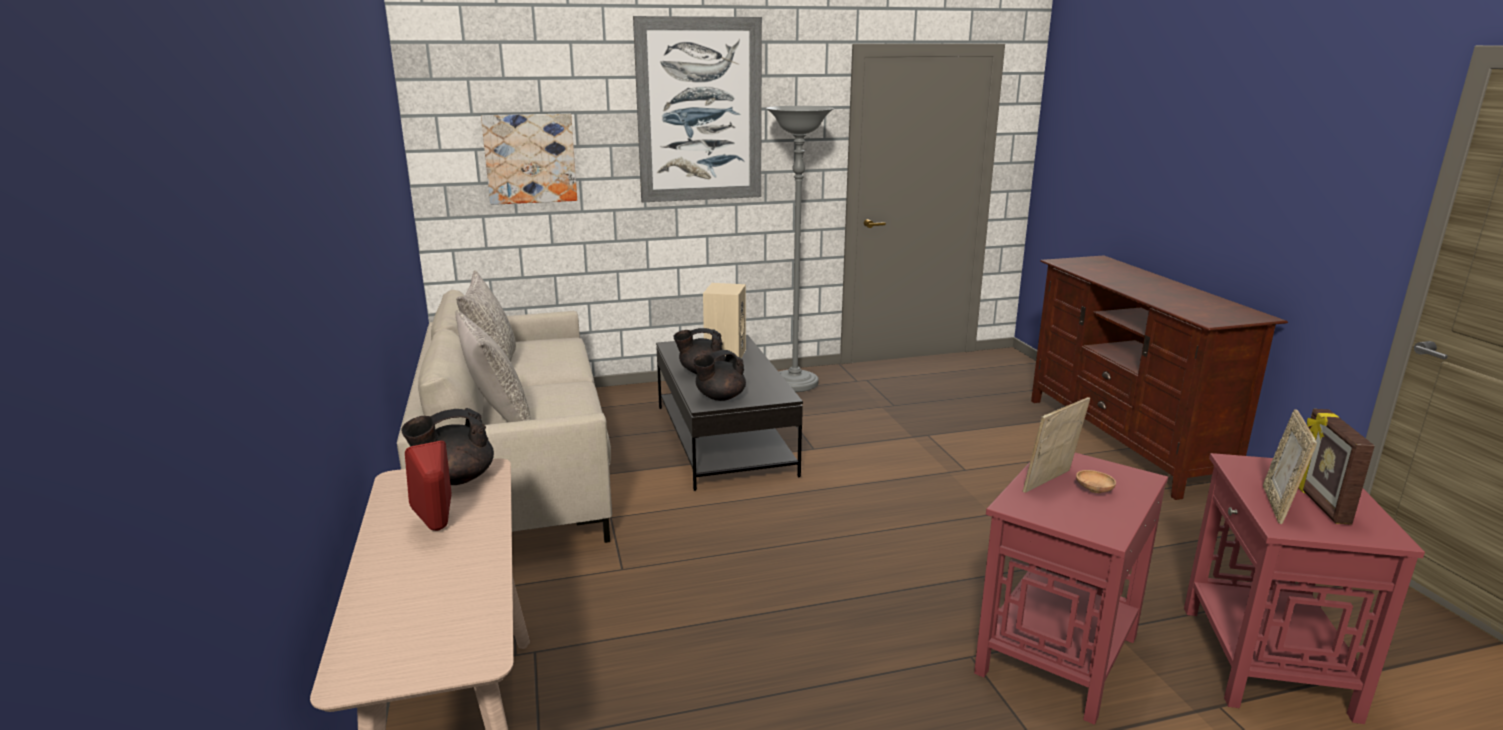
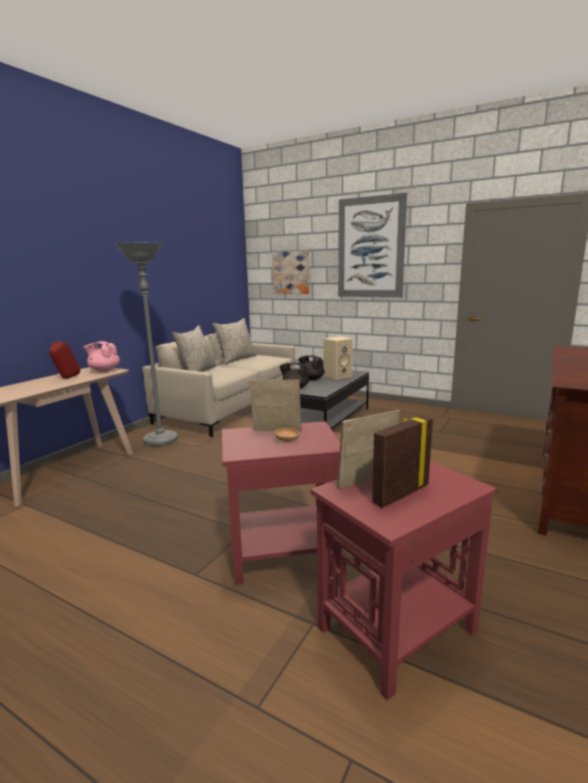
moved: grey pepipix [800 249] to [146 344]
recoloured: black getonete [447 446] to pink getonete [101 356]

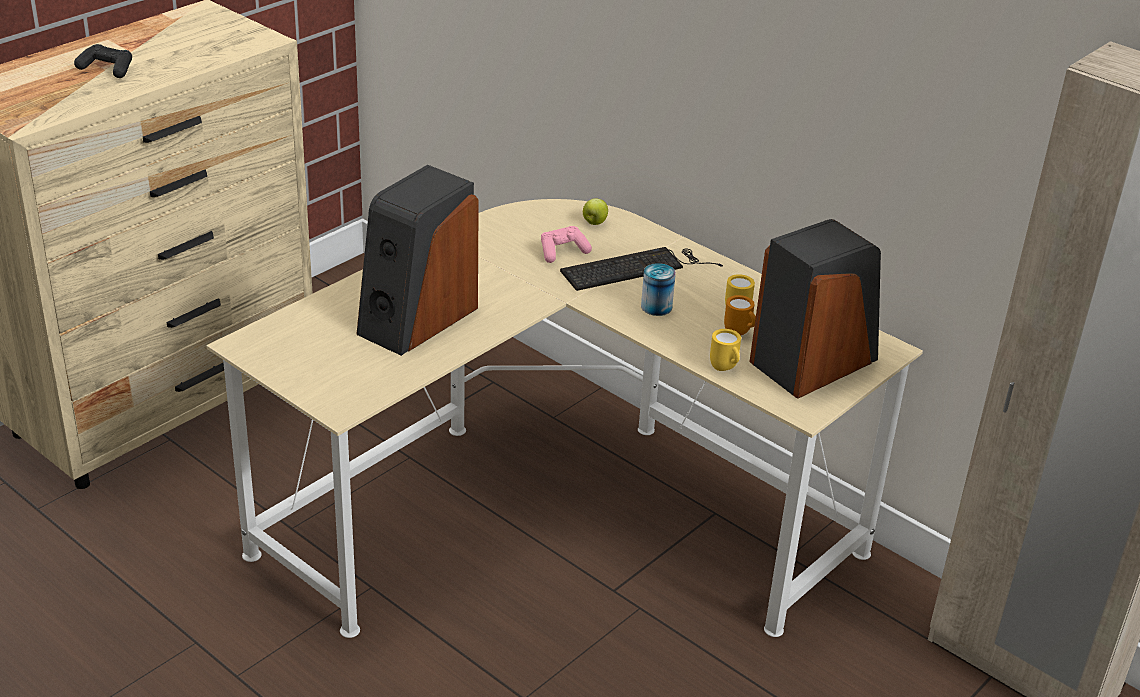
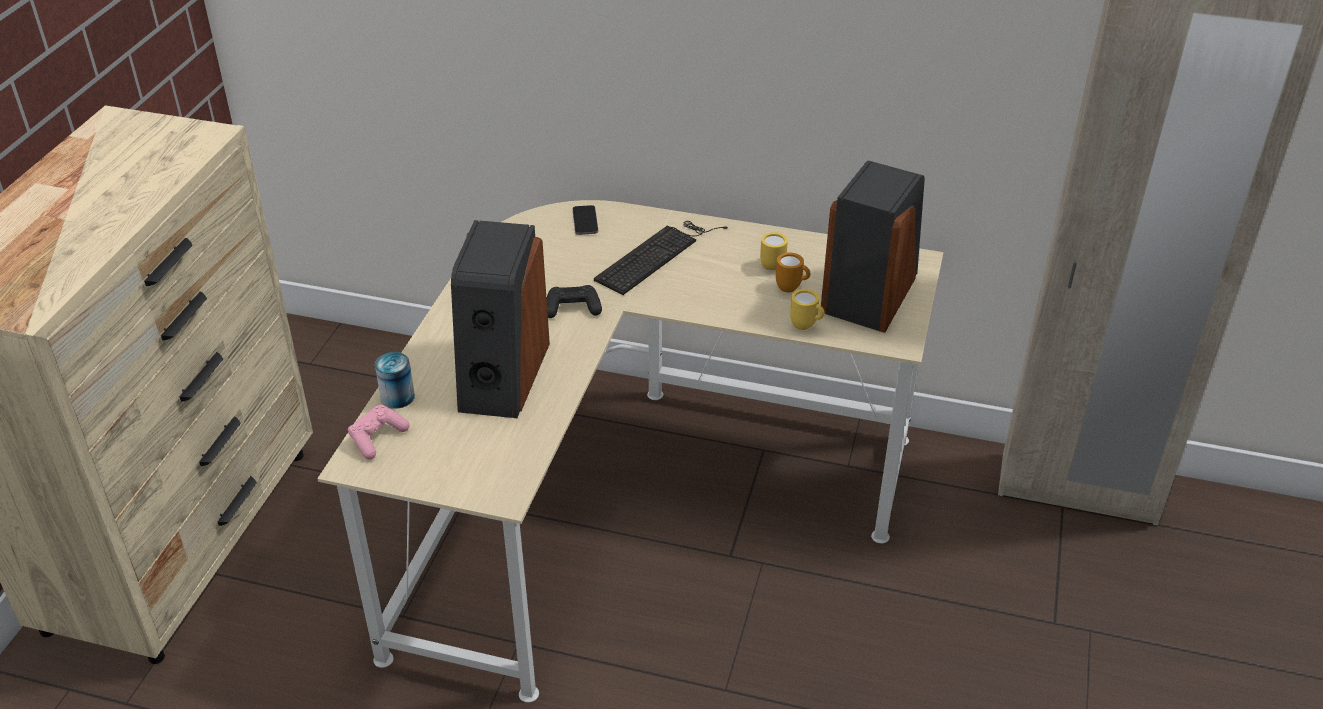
moved: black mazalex [103 61] to [574 301]; pink mazalex [566 244] to [378 432]; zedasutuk [658 289] to [395 380]
replaced: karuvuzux [595 211] to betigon [585 220]

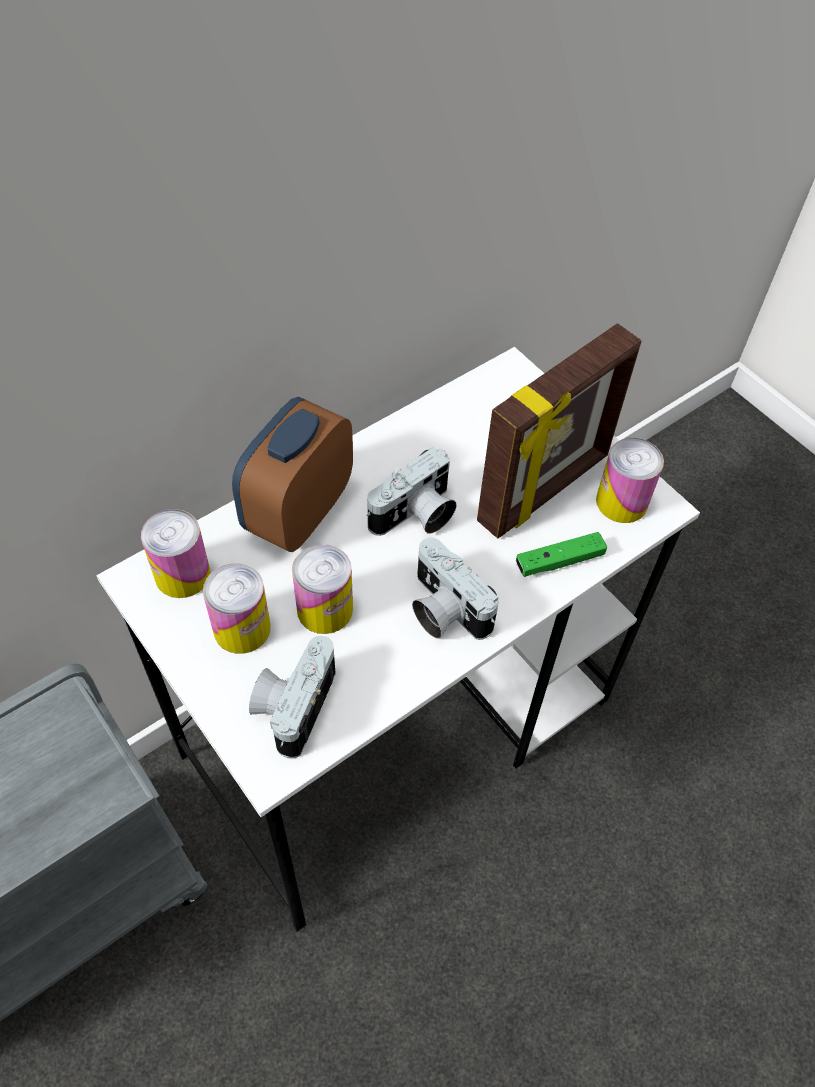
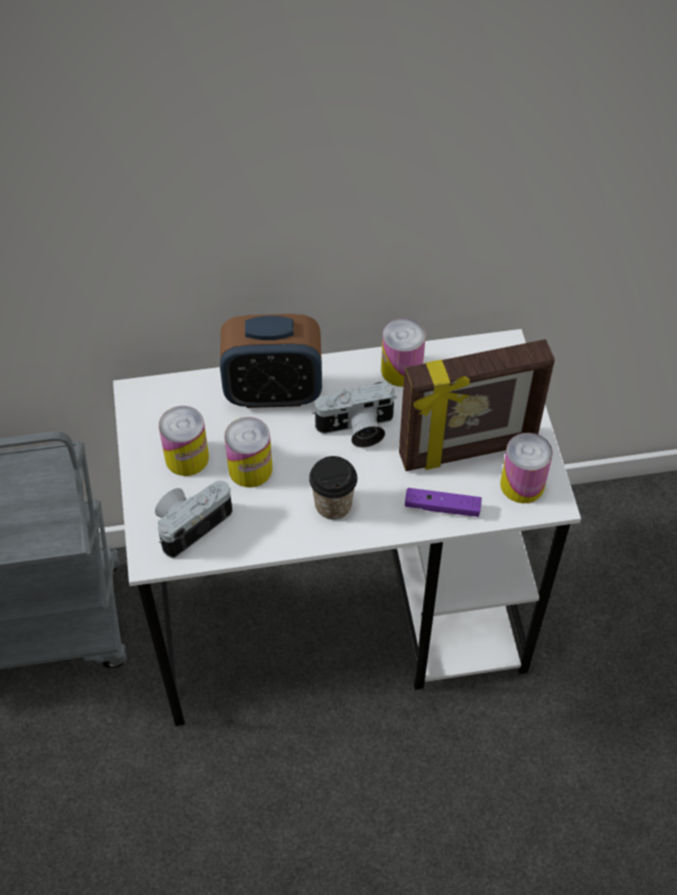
moved: zedasutuk [175 553] to [403 352]
replaced: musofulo [455 589] to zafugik [333 488]
recoloured: green mazalex [561 554] to purple mazalex [443 502]
turned: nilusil [292 474] = [271 361] 150 degrees counterclockwise

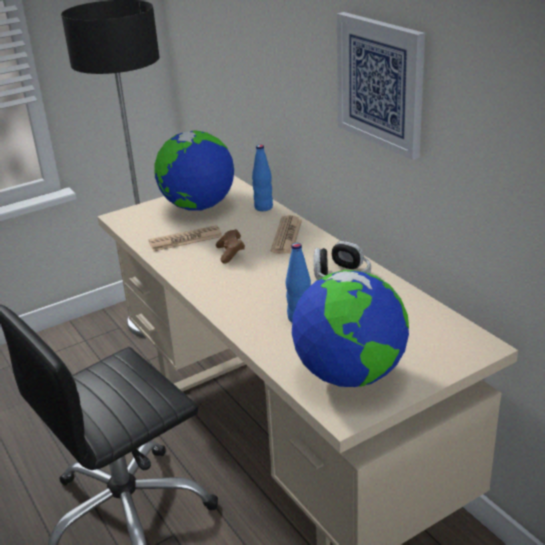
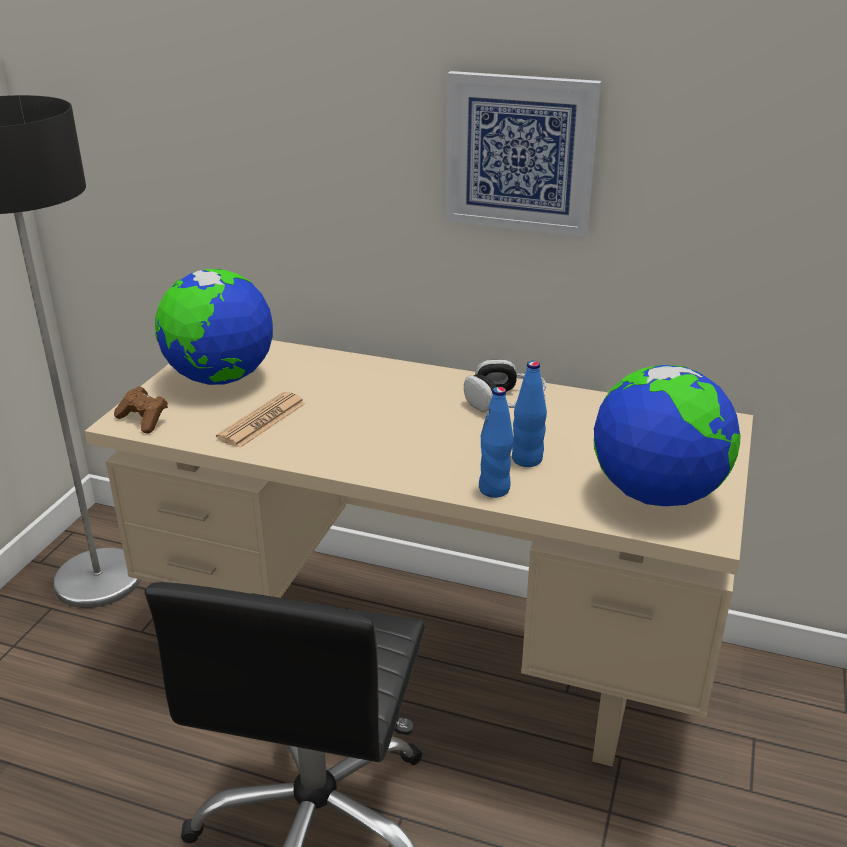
removed: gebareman [286 234]
moved: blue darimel [262 178] to [496 442]; brown mazalex [230 246] to [141 409]

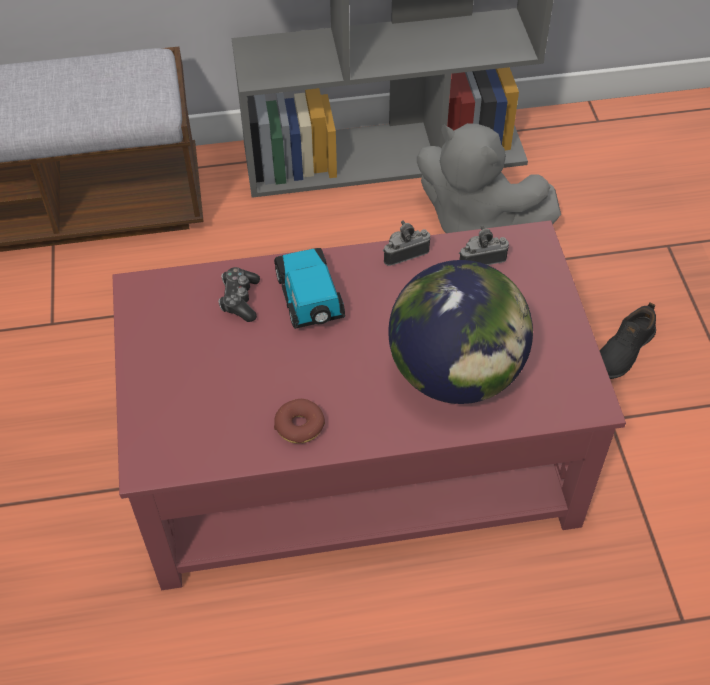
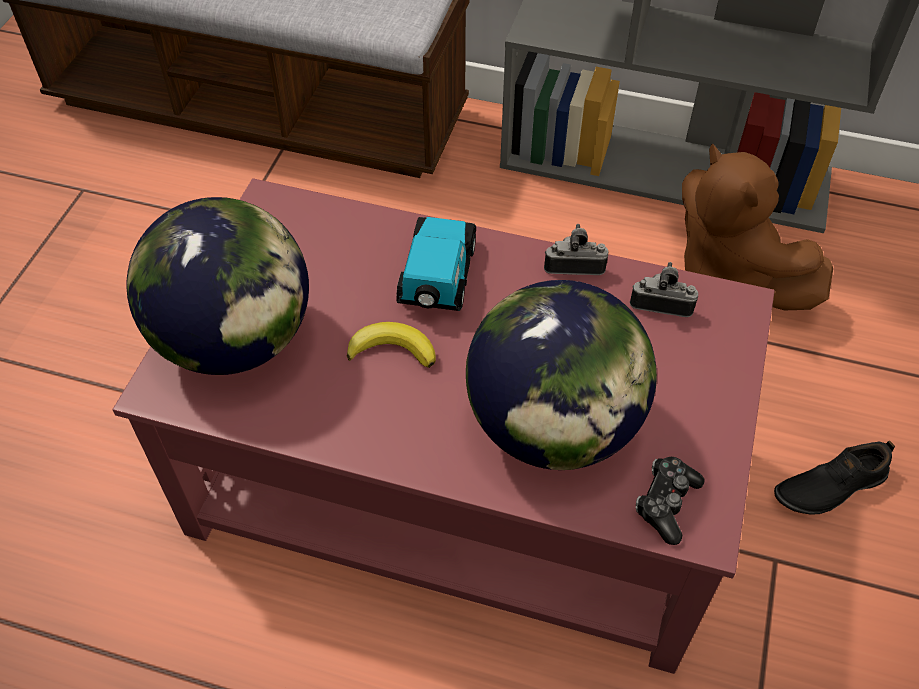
removed: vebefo [299 421]
added: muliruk [218 286]; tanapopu [391 345]
moved: mazalex [239 294] to [670 501]
recoloured: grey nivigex [489 178] to brown nivigex [757 226]

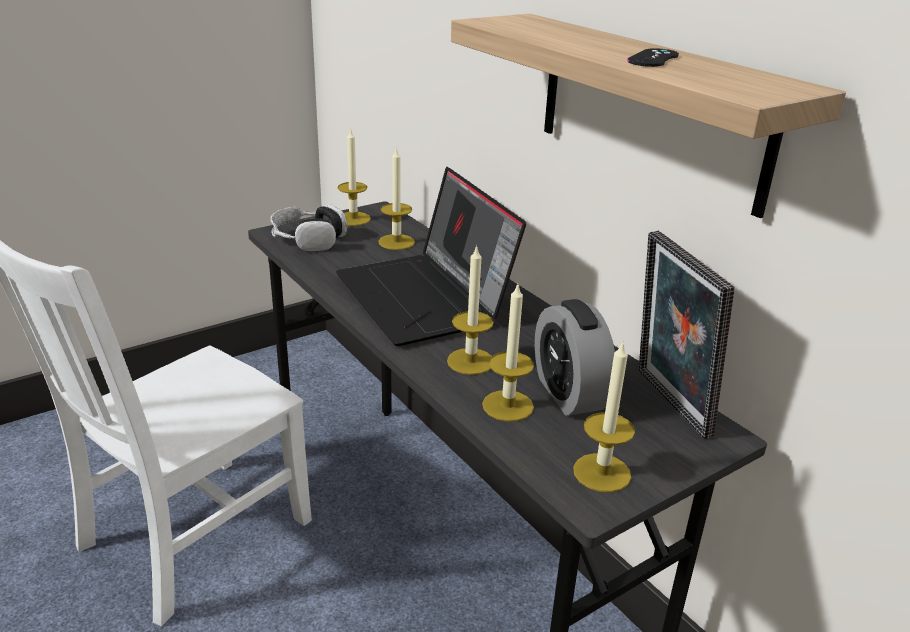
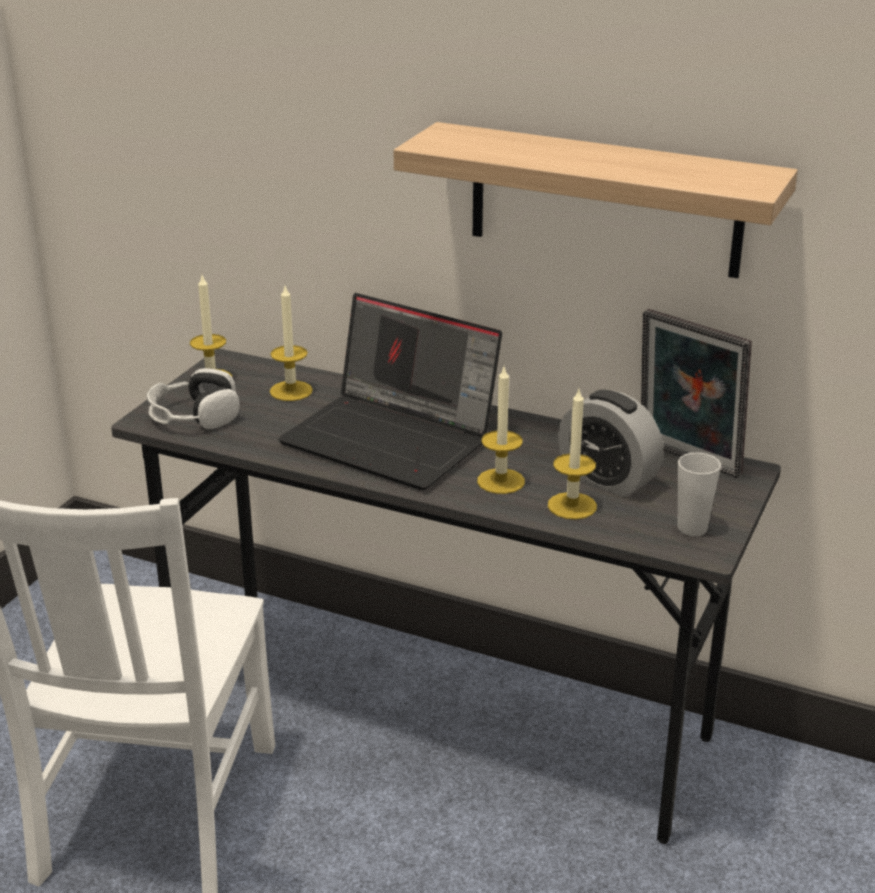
removed: black mazalex [653 57]
replaced: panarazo [604 417] to zafugik [699 494]

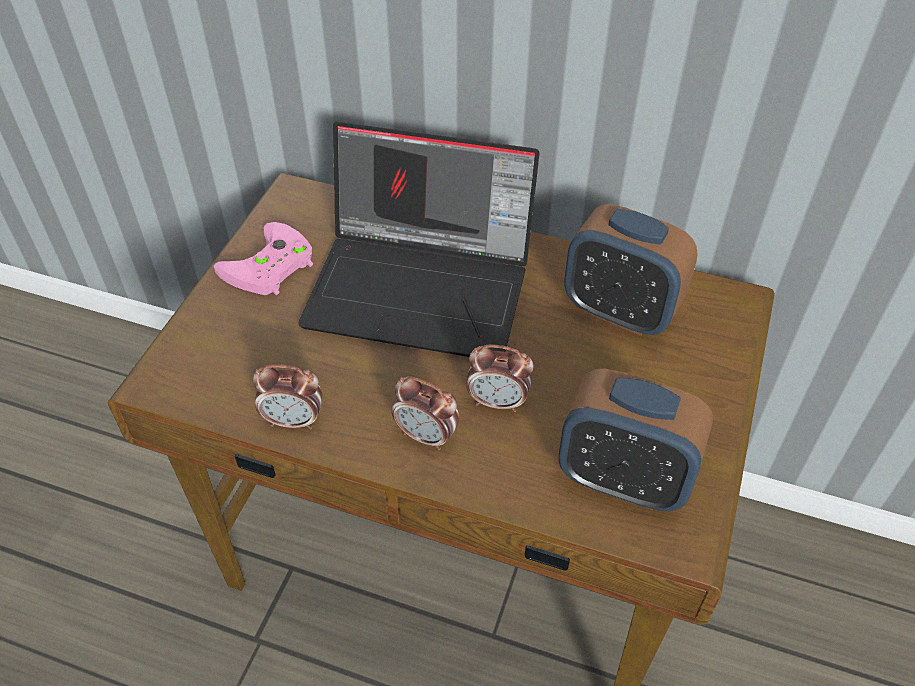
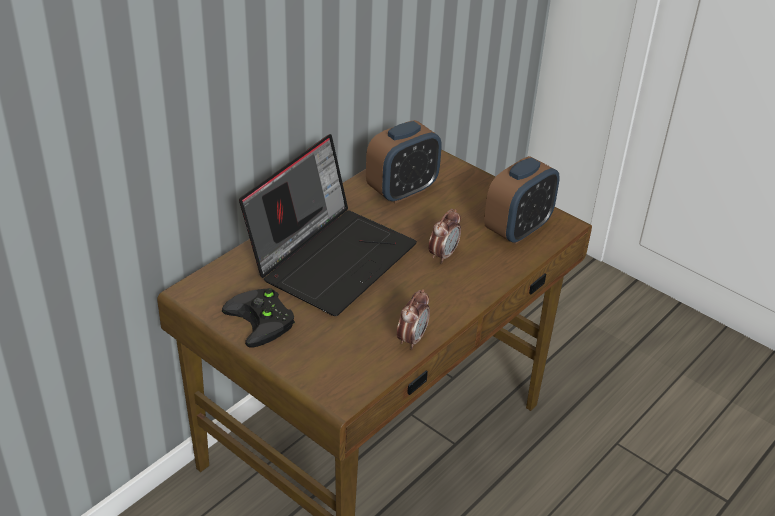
removed: nilusil [426 413]
recoloured: pink mazalex [263 258] to black mazalex [258 318]

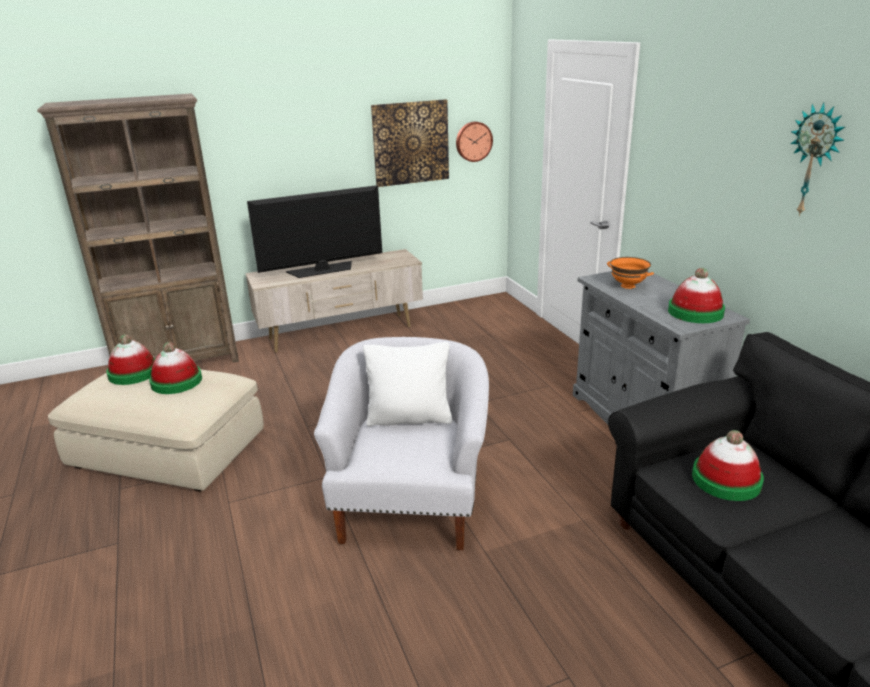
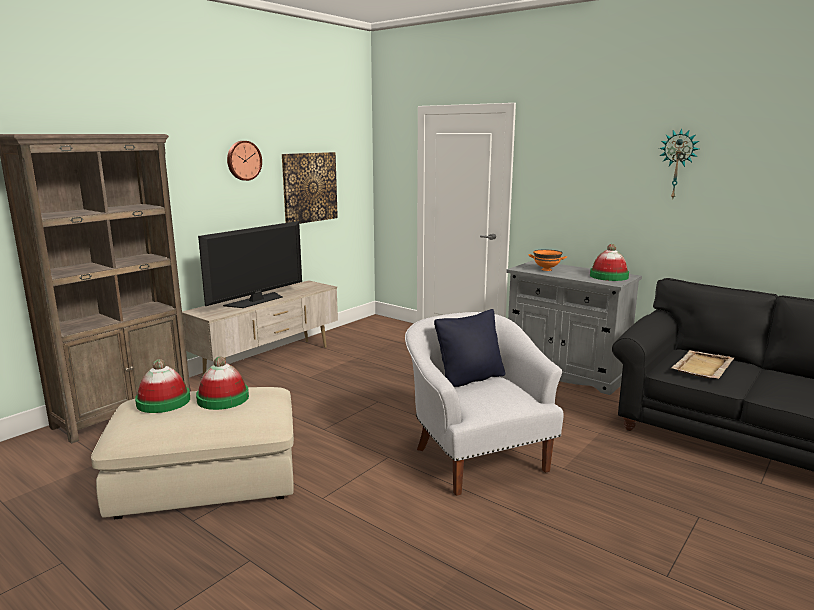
moved: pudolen [474 142] to [244 161]
replaced: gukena [728 465] to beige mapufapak [702 364]
recoloured: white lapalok [407 384] to black lapalok [469 348]

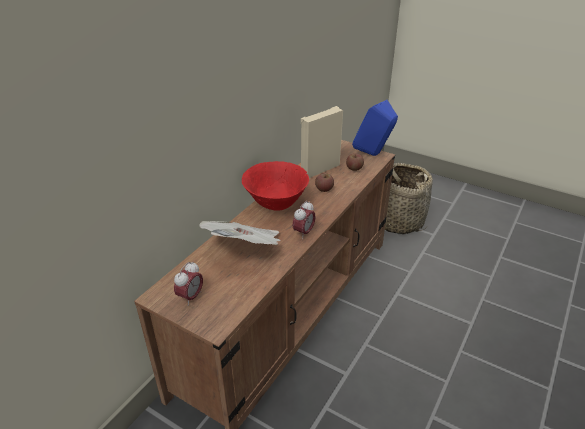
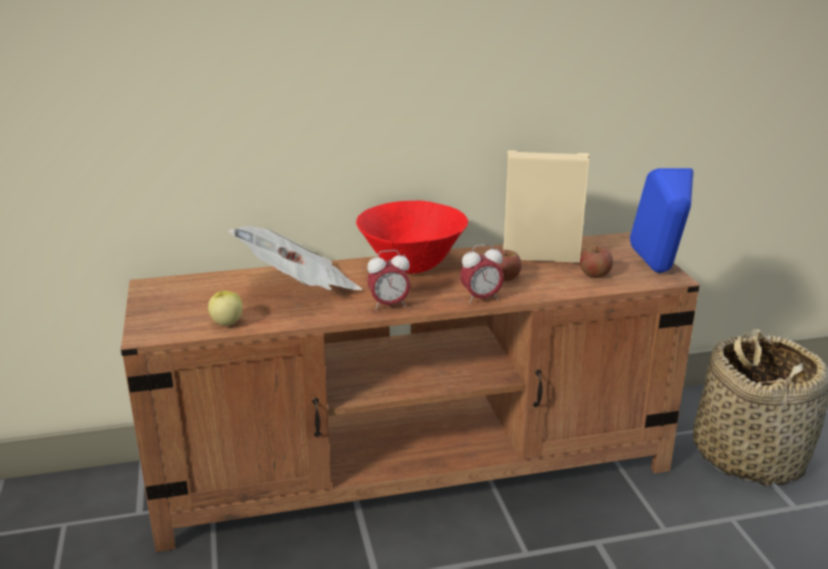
added: karuvuzux [225 308]
moved: nilusil [188 284] to [482 274]

